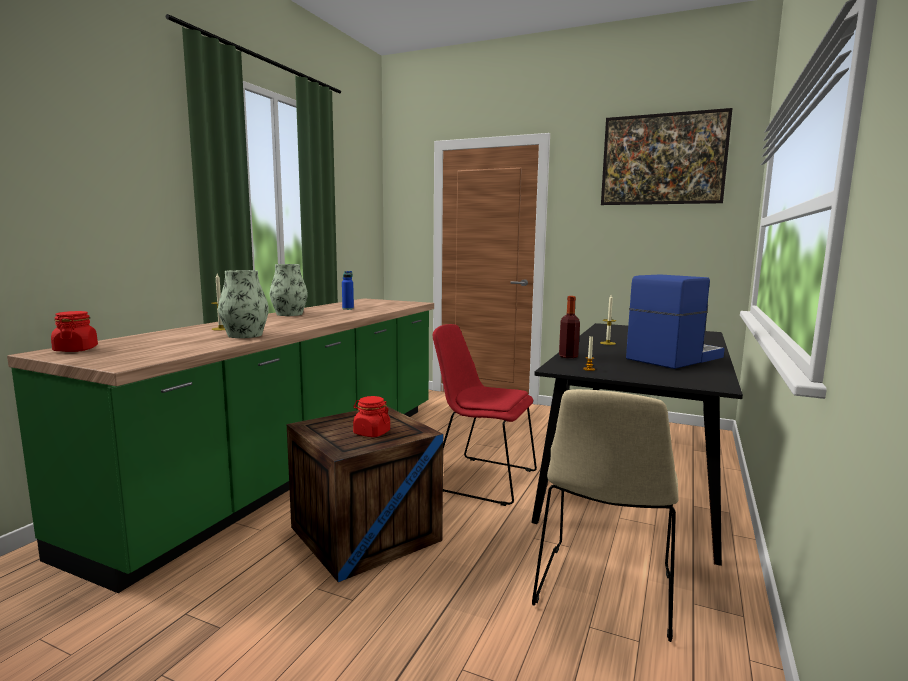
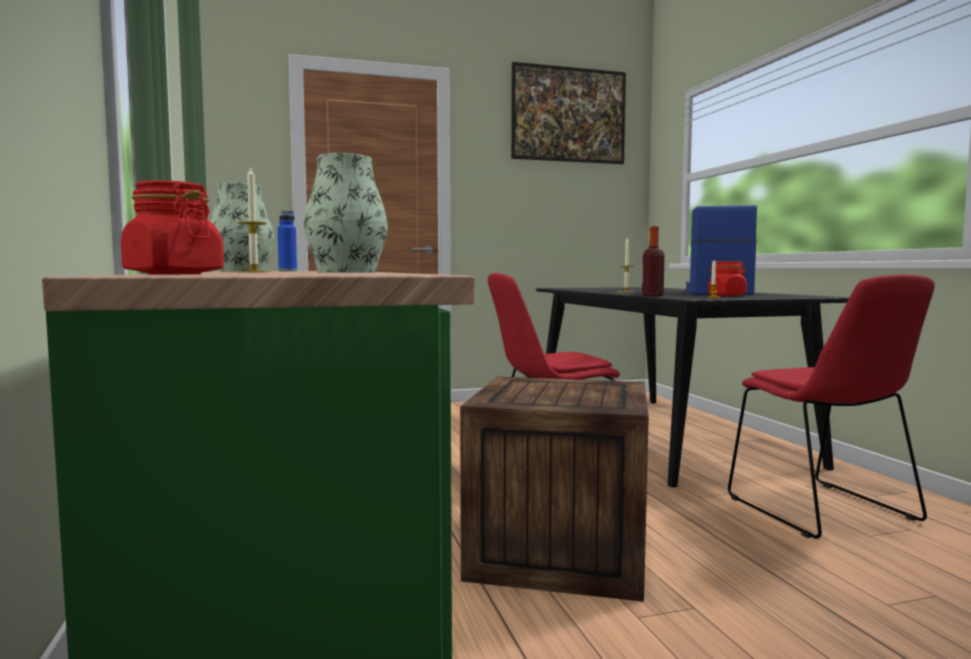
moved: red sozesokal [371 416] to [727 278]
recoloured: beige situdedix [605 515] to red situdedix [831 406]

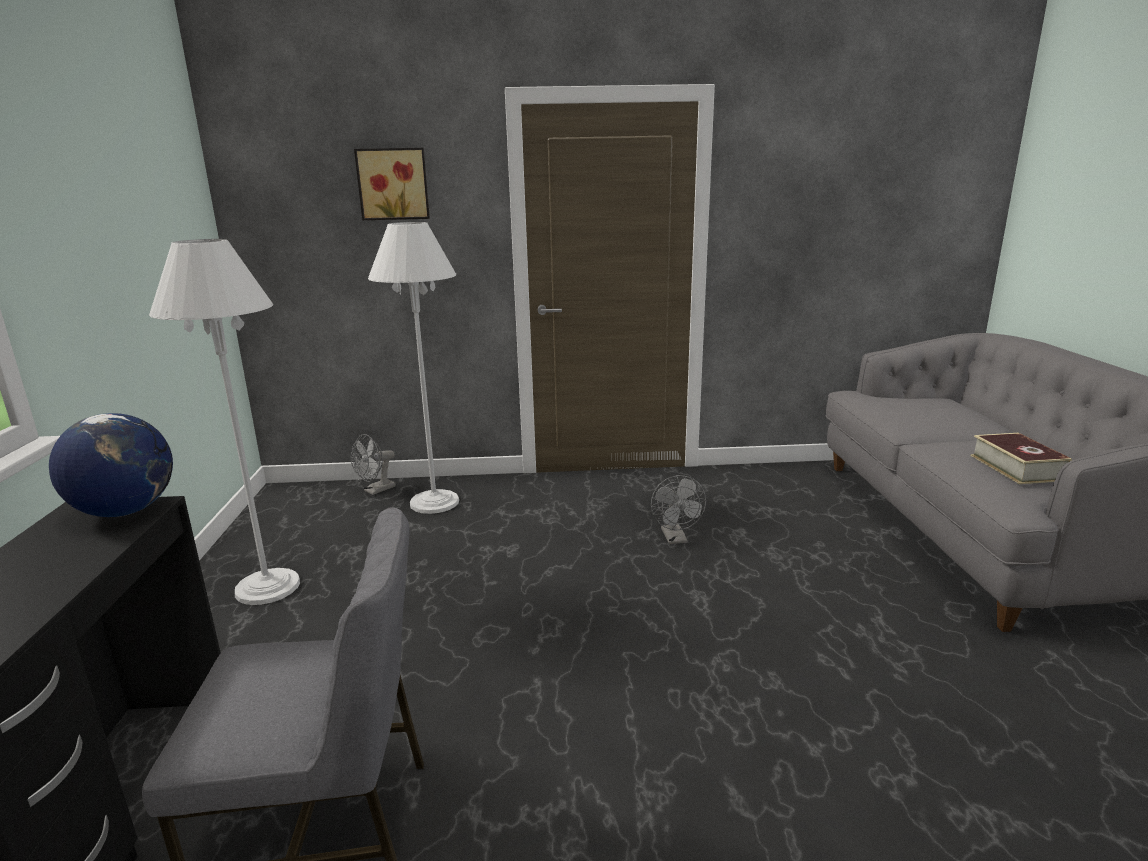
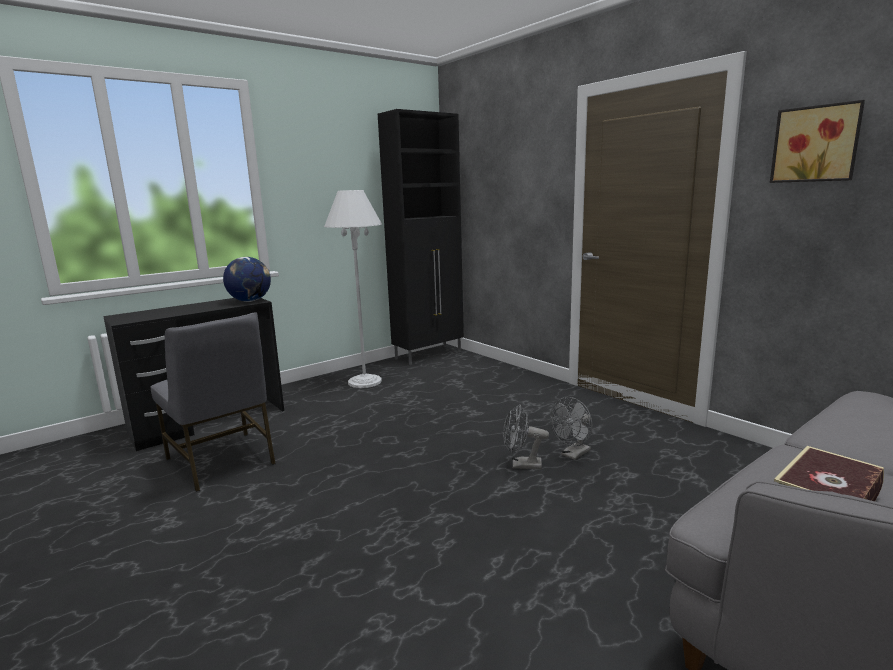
removed: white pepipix [413 368]
added: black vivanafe [421 237]
moved: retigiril [392 184] to [817 141]; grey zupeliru [373 464] to [526 436]

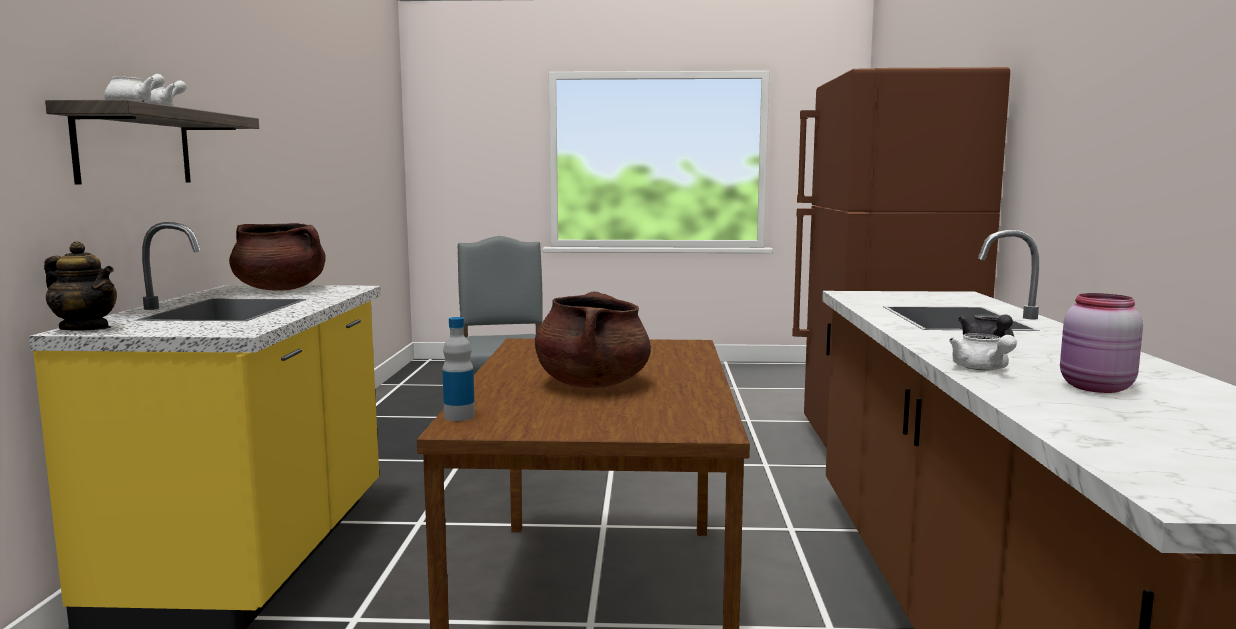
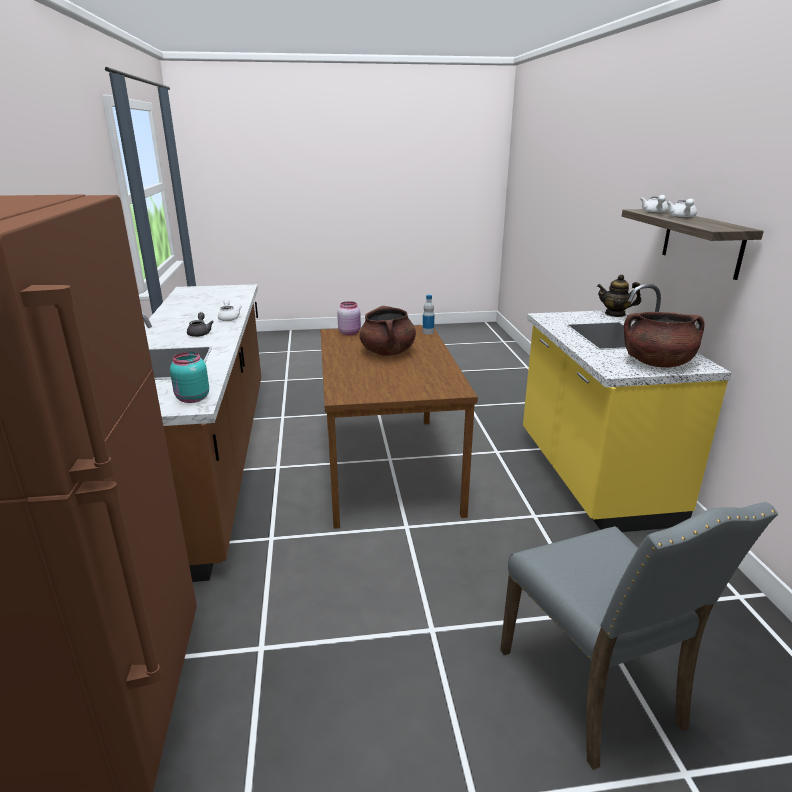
added: turquoise sozesokal [189 377]
moved: pink sozesokal [1101 343] to [349 318]

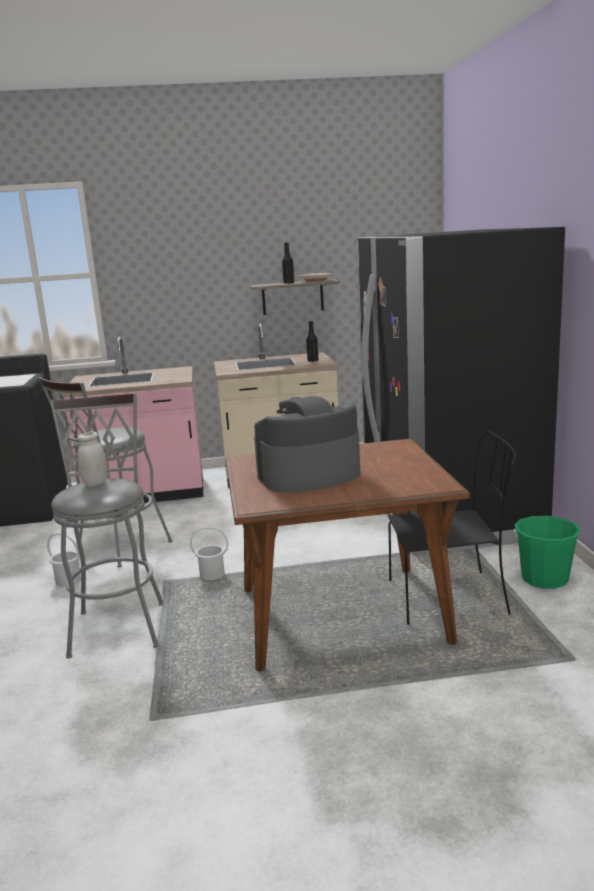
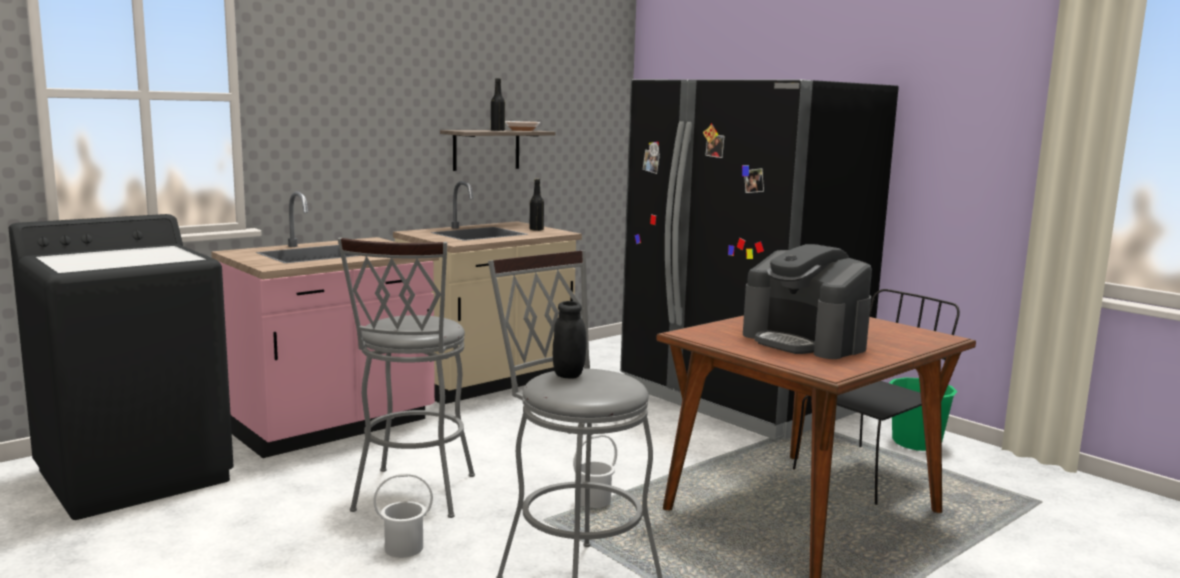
recoloured: white sozesokal [92 459] to black sozesokal [570 340]
turned: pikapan [307 444] = [807 301] 75 degrees counterclockwise

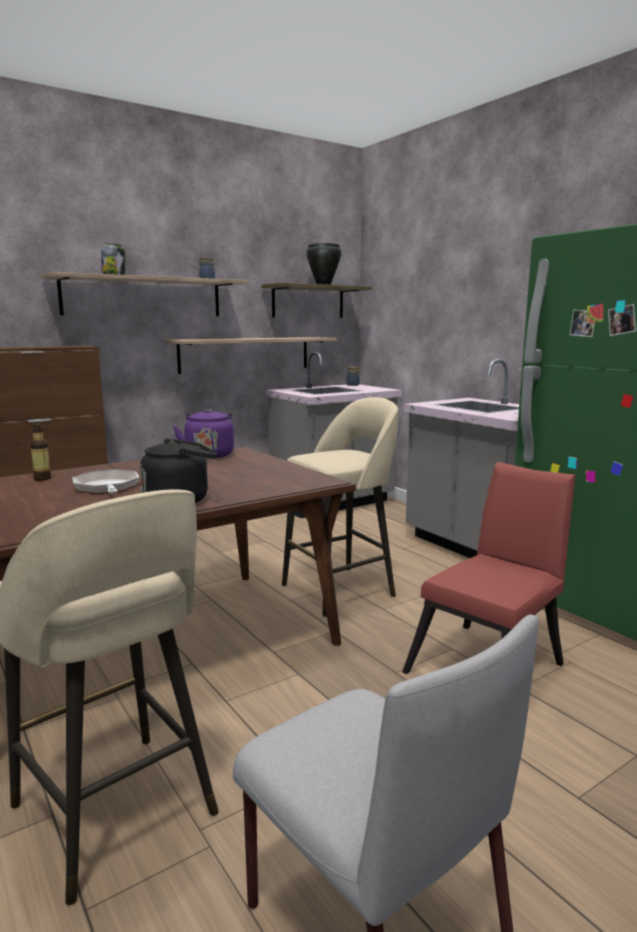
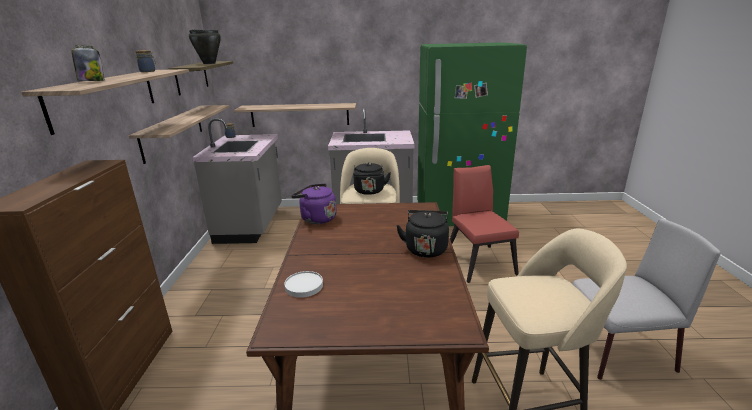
removed: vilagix [106 481]
added: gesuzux [294 115]; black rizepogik [372 178]
replaced: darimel [40 451] to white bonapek [303 284]

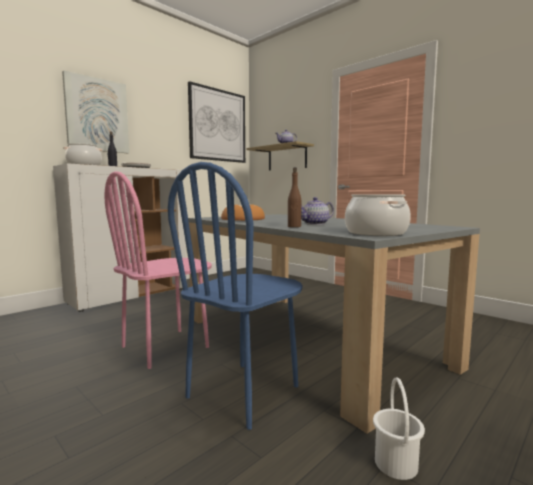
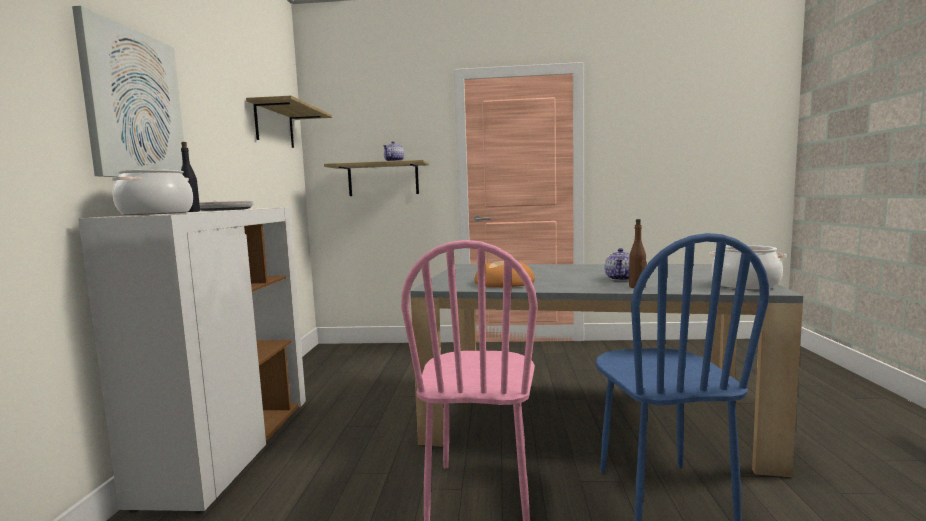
removed: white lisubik [399 429]
replaced: retigiril [216 122] to gesuzux [289 122]

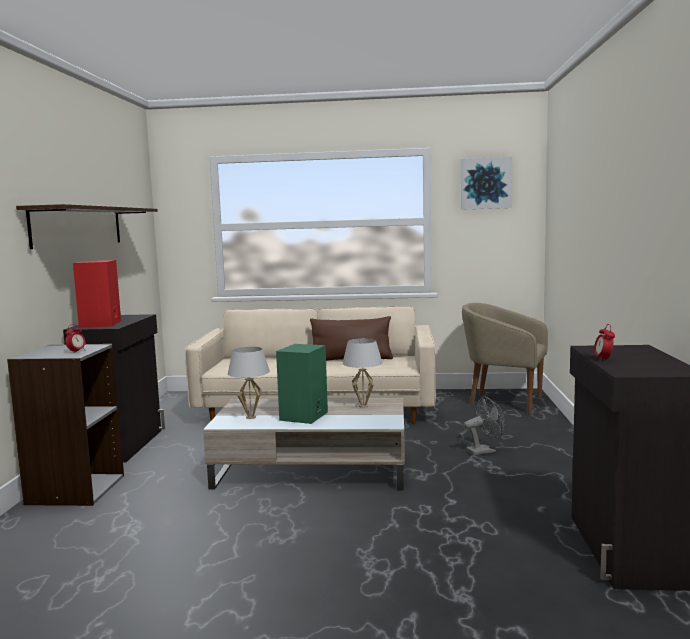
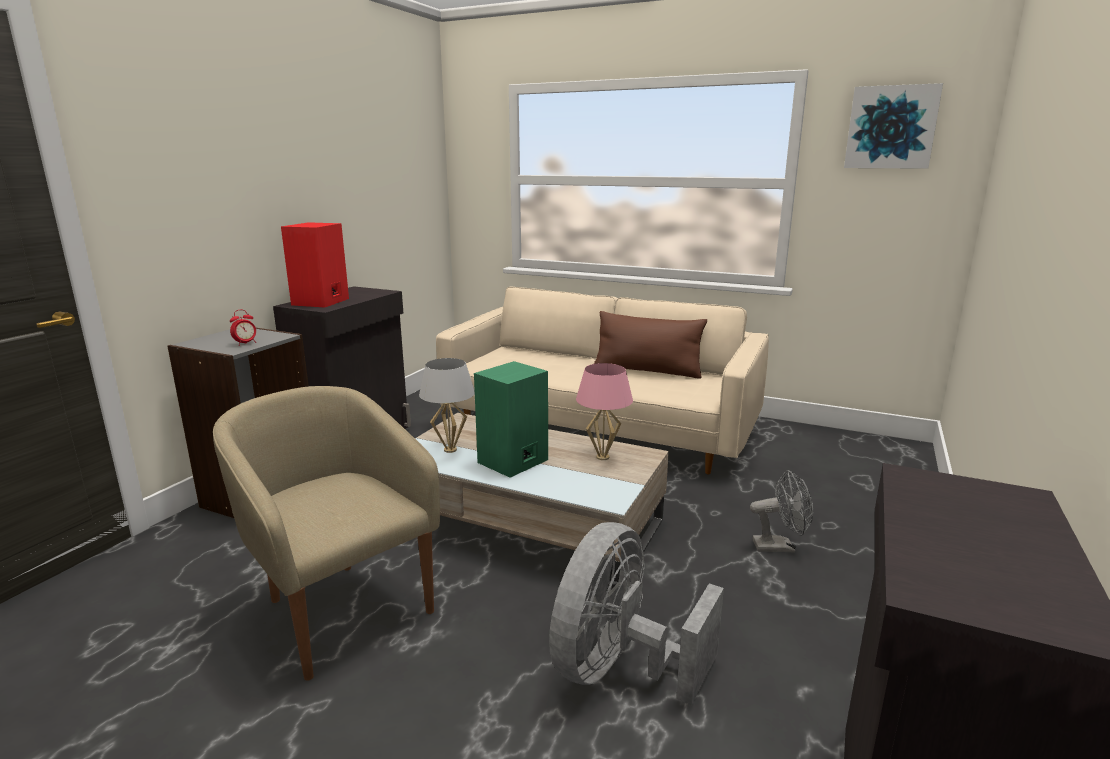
removed: gesuzux [87 226]; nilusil [604 342]
added: grey zupeliru [636 613]
moved: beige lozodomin [505 358] to [326 533]
recoloured: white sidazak [362 373] to pink sidazak [604 411]

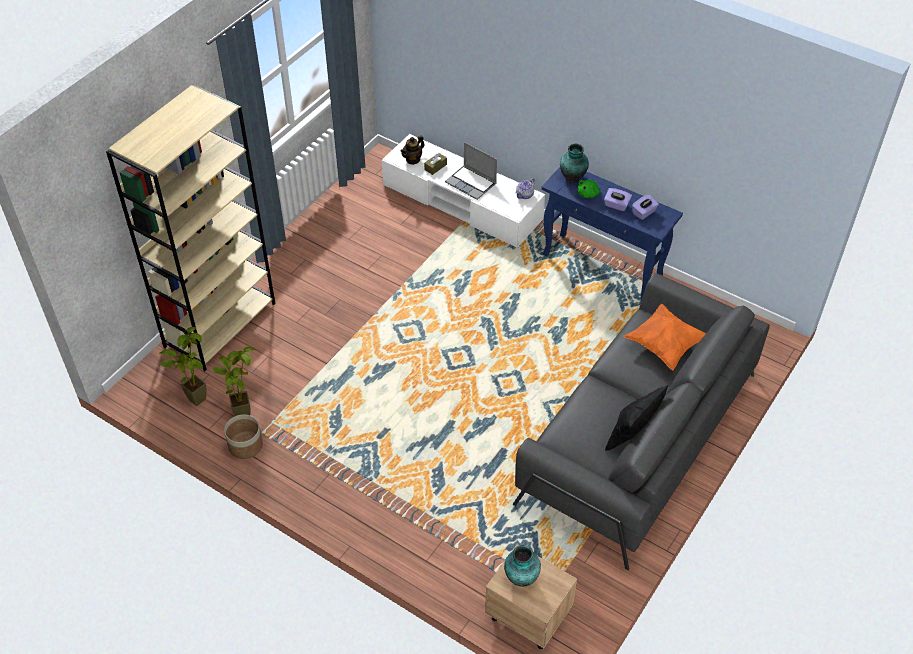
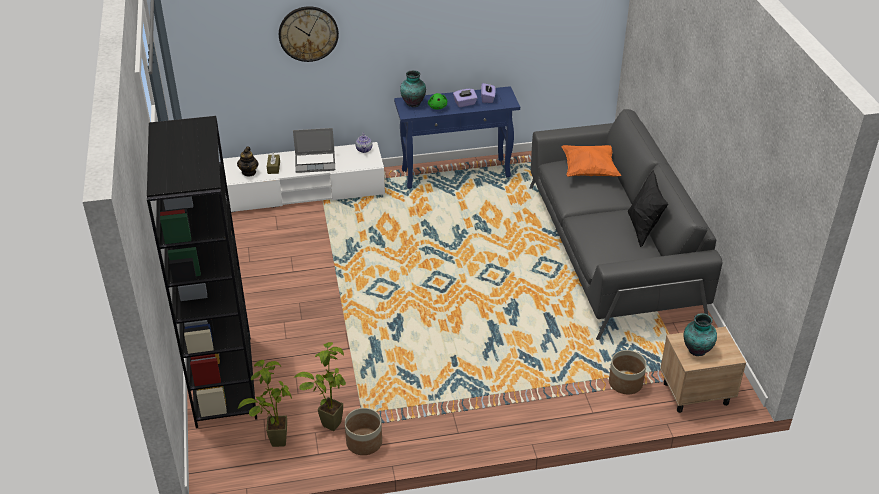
added: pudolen [309 34]; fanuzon [627 372]
recoloured: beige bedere [190 228] to black bedere [202 272]

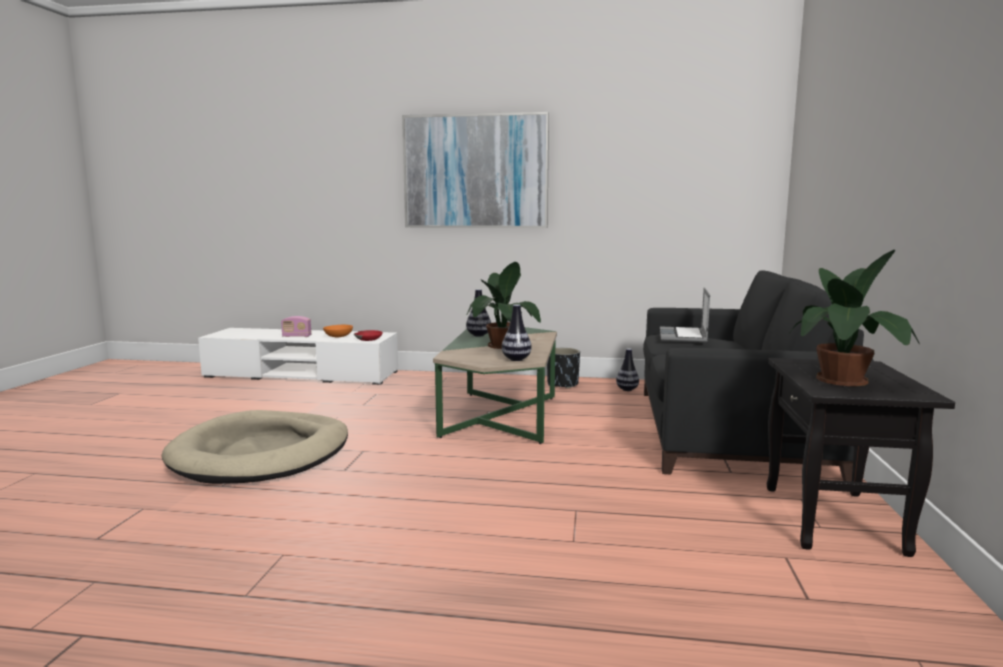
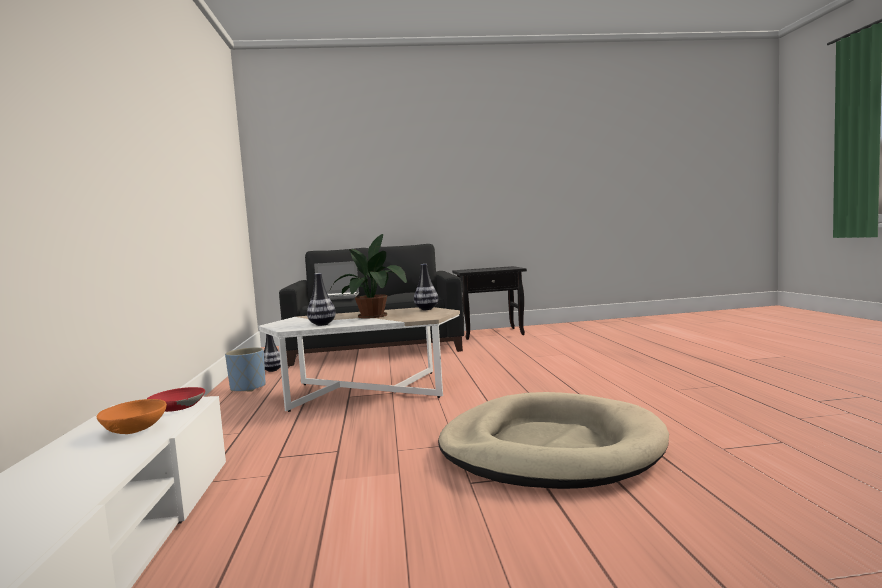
removed: retigiril [475 170]; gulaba [854 318]; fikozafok [296 326]
recoloured: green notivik [495 385] to white notivik [359 359]; black fanuzon [563 368] to blue fanuzon [245 369]

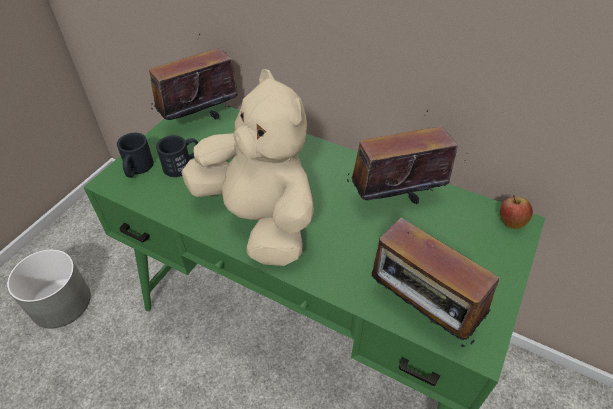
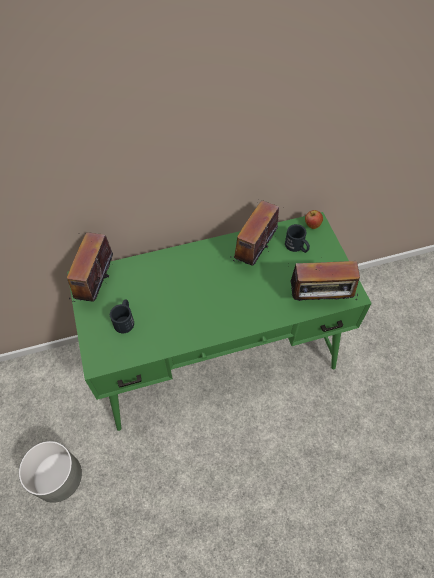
removed: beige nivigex [247 167]
moved: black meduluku [135 155] to [297 238]

